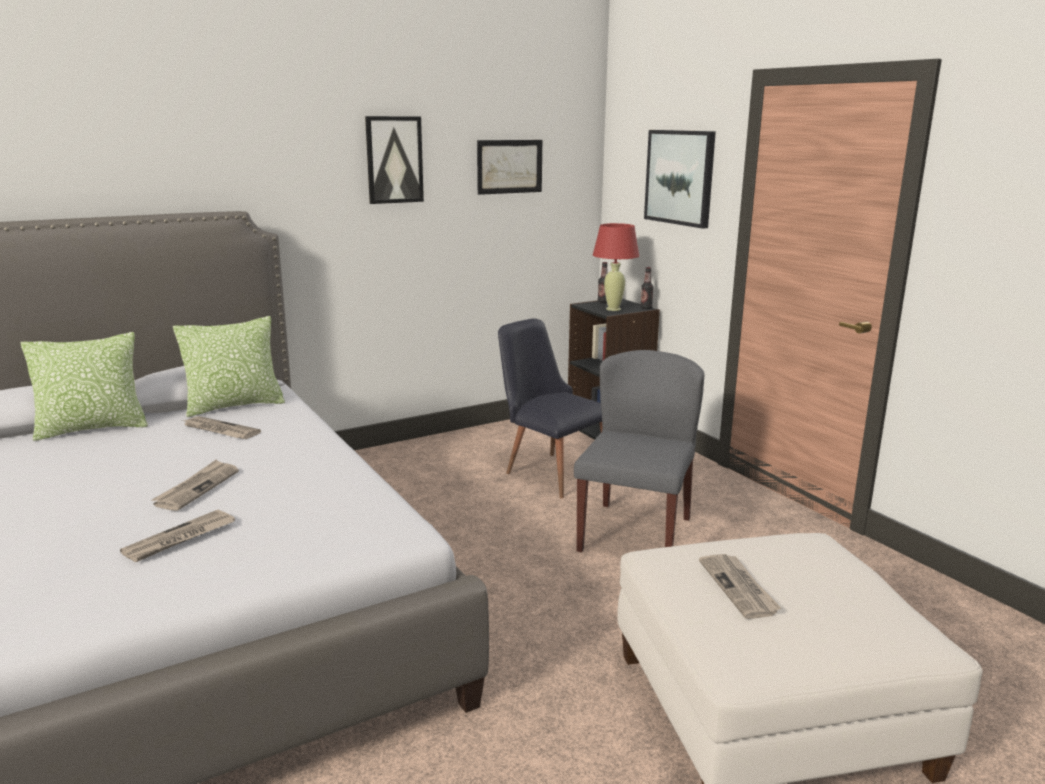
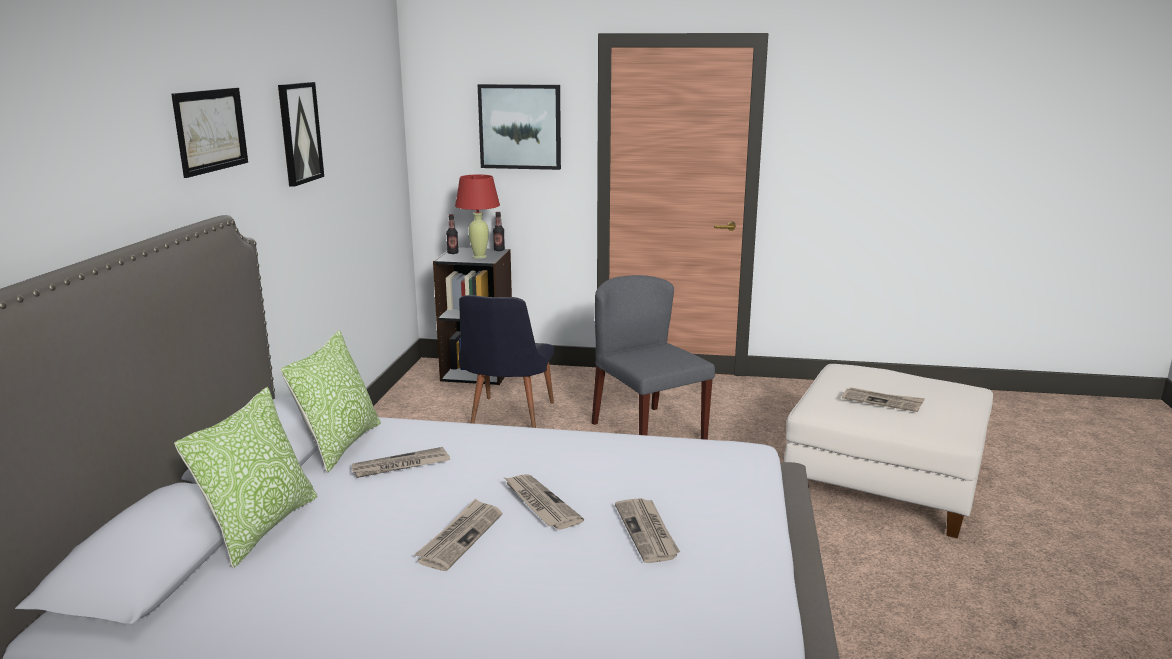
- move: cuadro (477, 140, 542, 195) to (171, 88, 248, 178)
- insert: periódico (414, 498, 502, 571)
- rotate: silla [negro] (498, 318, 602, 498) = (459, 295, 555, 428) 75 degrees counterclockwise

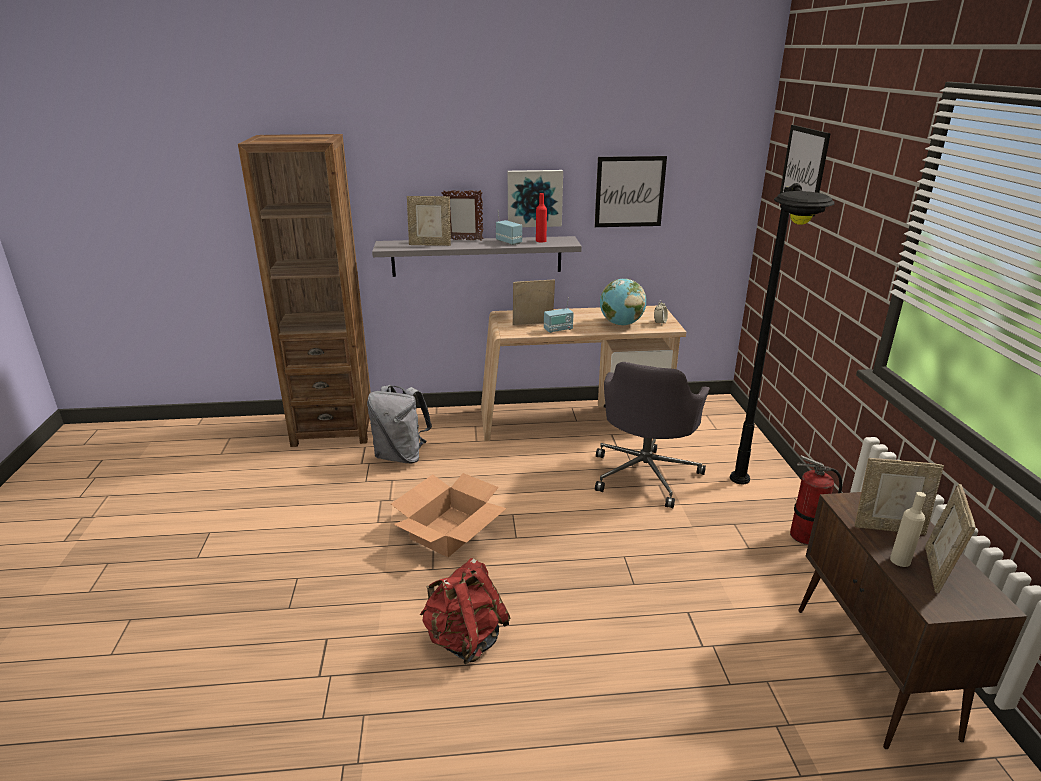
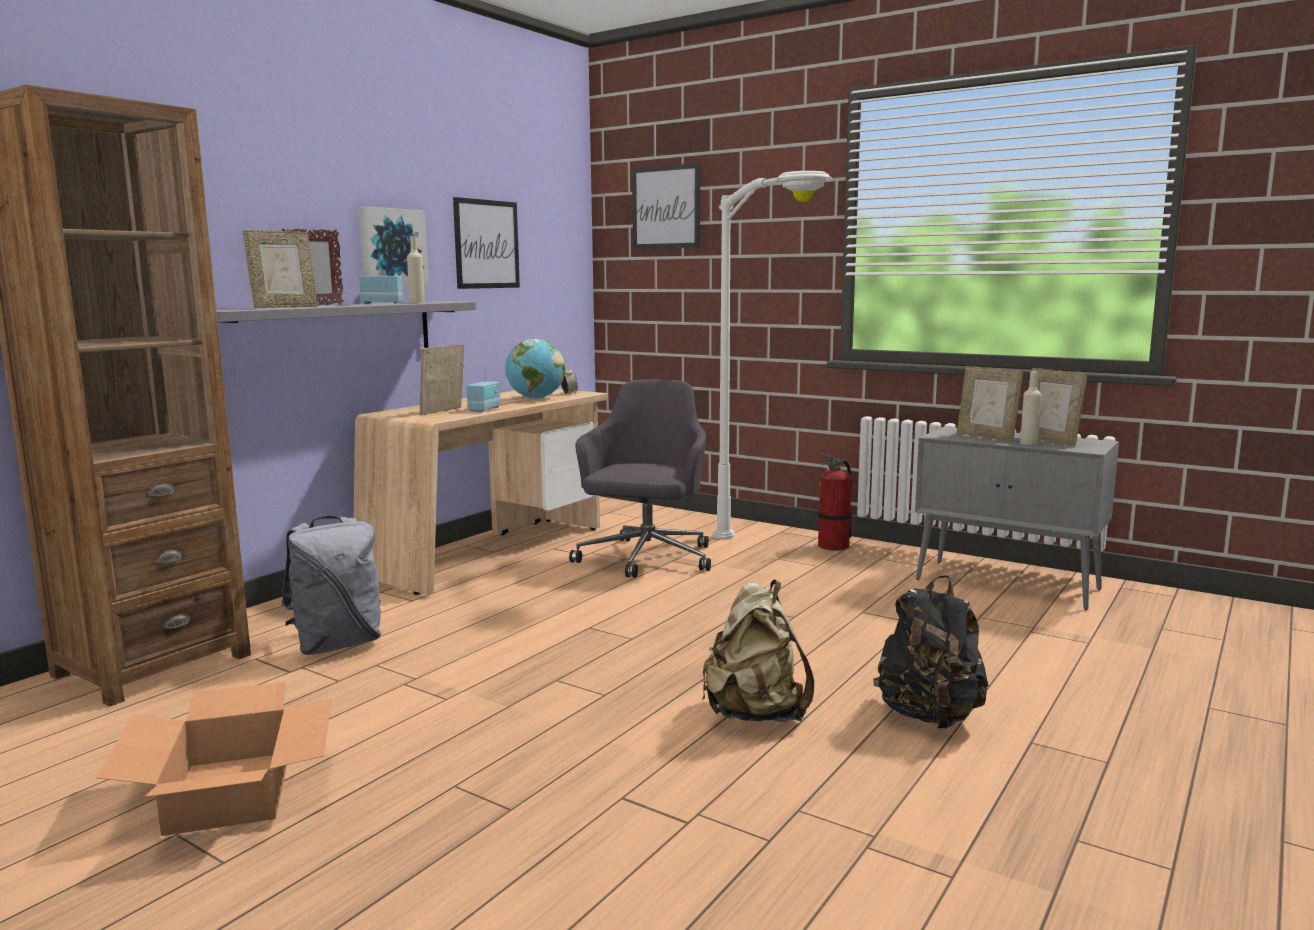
- move: caja de cartón (391, 473, 507, 557) to (96, 682, 332, 836)
- recolor: botella [rojo] (536, 193, 547, 243) to botella [beis] (407, 236, 425, 303)
- rotate: silla de oficina [gris] (595, 362, 710, 508) = (569, 379, 711, 578) 135 degrees counterclockwise
- recolor: mochila [rojo] (420, 558, 510, 664) to mochila [beis] (702, 580, 814, 722)
- recolor: lámpara de pie [negro] (730, 183, 835, 484) to lámpara de pie [blanco] (712, 171, 832, 539)
- insert: mochila [negro] (873, 575, 989, 729)
- recolor: armario [marrón] (798, 492, 1027, 749) to armario [gris] (915, 427, 1119, 610)
- rotate: portarretratos (855, 458, 944, 535) = (957, 366, 1023, 441) 90 degrees clockwise

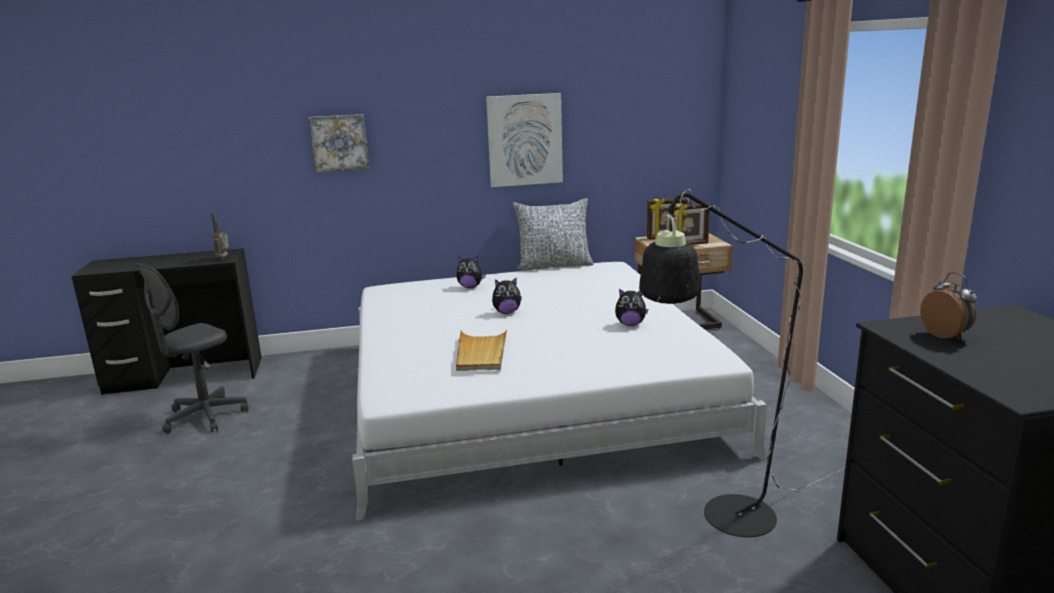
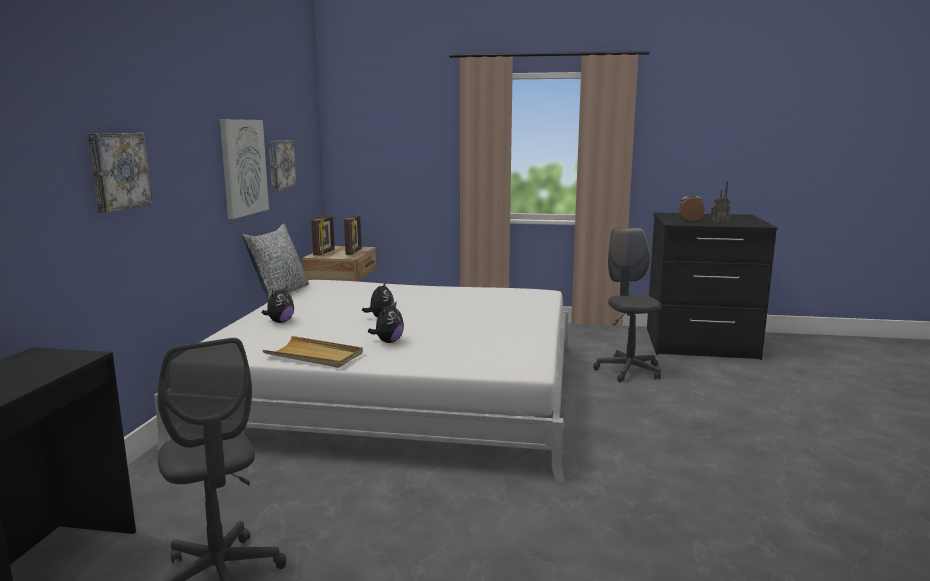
- move: bandeja [beis] (456, 329, 507, 371) to (263, 336, 363, 368)
- insert: cuadro (269, 140, 297, 191)
- move: peluche (615, 289, 648, 326) to (368, 301, 404, 343)
- replace: lámpara de pie [negro] (639, 189, 845, 537) to silla de oficina [gris] (593, 228, 662, 383)
- move: radio (211, 213, 229, 260) to (711, 181, 730, 225)

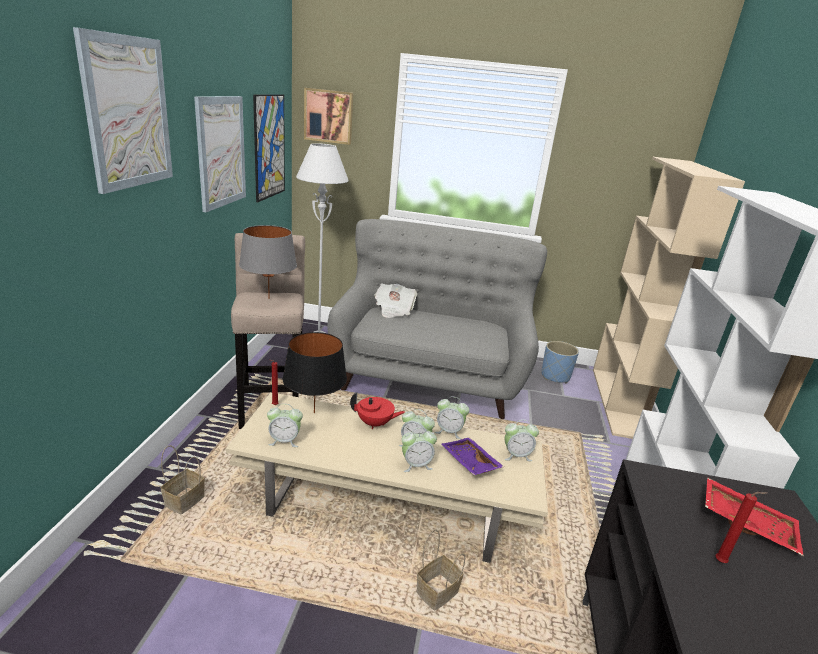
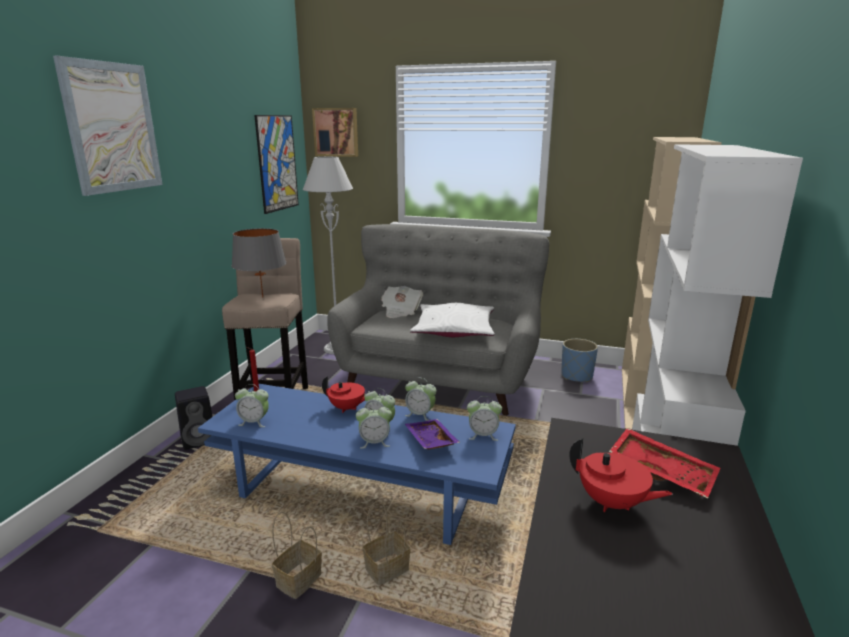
- insert: altavoz [negro] (175, 386, 213, 450)
- recolor: mesa de centro [beis] (226, 392, 548, 563) to mesa de centro [azul] (198, 384, 516, 545)
- move: cesta (161, 445, 205, 514) to (272, 511, 322, 599)
- insert: cojín [blanco] (410, 303, 494, 337)
- replace: vela [rojo] (715, 492, 767, 563) to tetera [rojo] (569, 438, 673, 512)
- delete: cuadro (194, 96, 246, 212)
- delete: lámpara de mesa [negro] (283, 332, 347, 413)

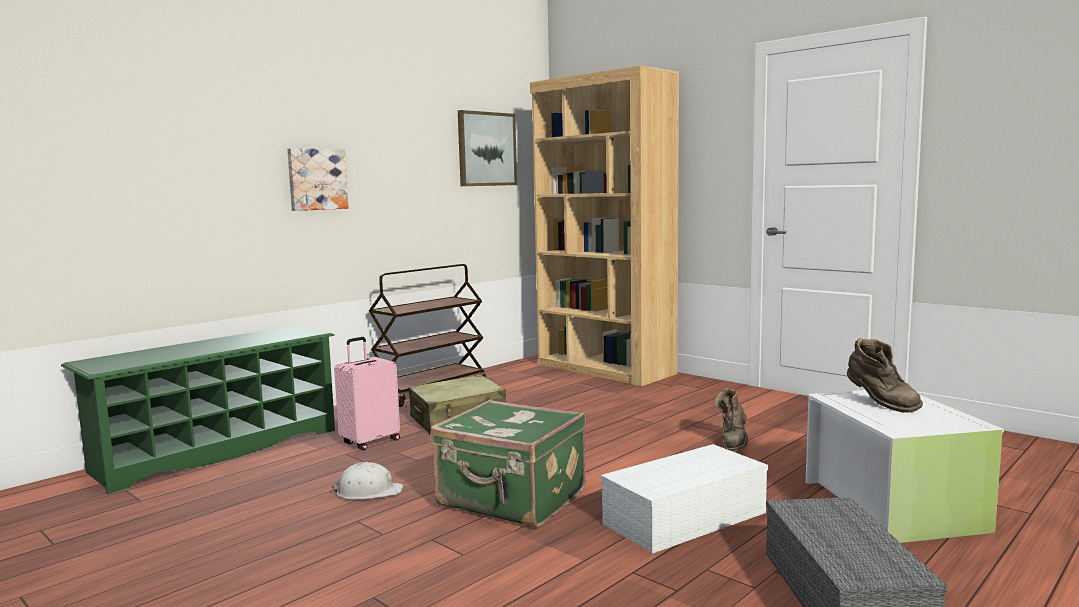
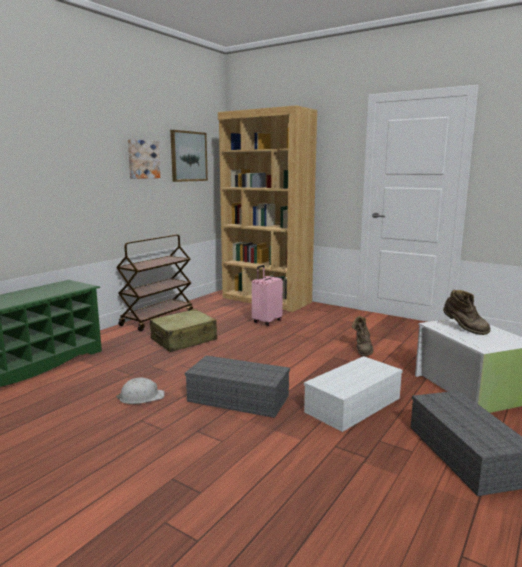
- move: cuadro (287, 148, 348, 211) to (128, 139, 160, 179)
- replace: maleta [verde] (430, 400, 586, 527) to caja de almacenaje [gris] (185, 355, 290, 418)
- move: maleta [rosa] (334, 337, 400, 450) to (252, 265, 283, 326)

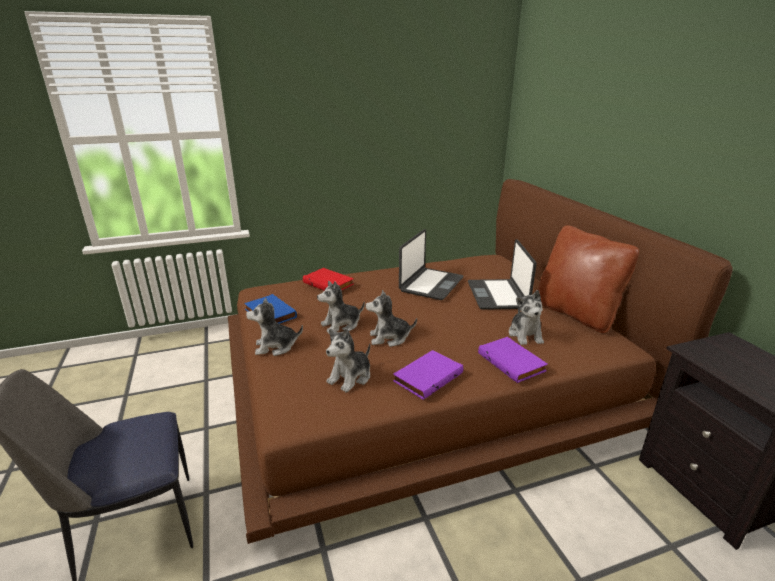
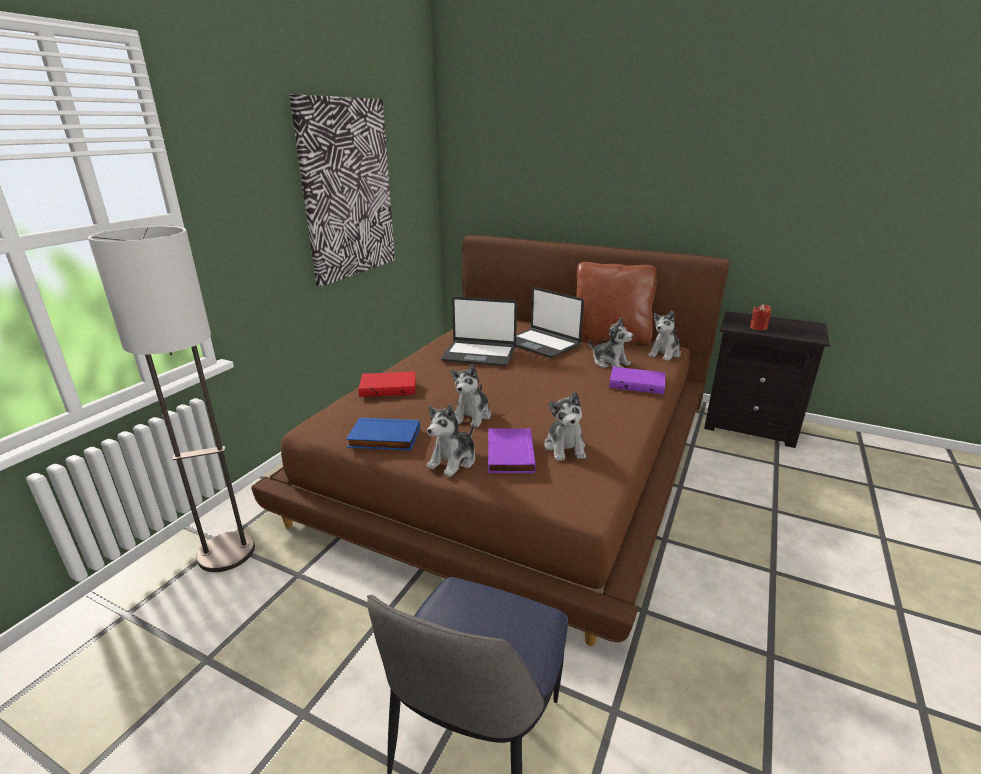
- insert: lámpara de pie (88, 226, 255, 572)
- insert: cuadro (289, 94, 395, 287)
- rotate: portátil (399, 229, 463, 300) = (441, 297, 517, 366) 120 degrees clockwise
- move: libro [morado] (393, 350, 463, 400) to (488, 428, 536, 474)
- move: peluche (365, 290, 417, 347) to (649, 311, 681, 361)
- insert: vela [rojo] (750, 304, 772, 331)

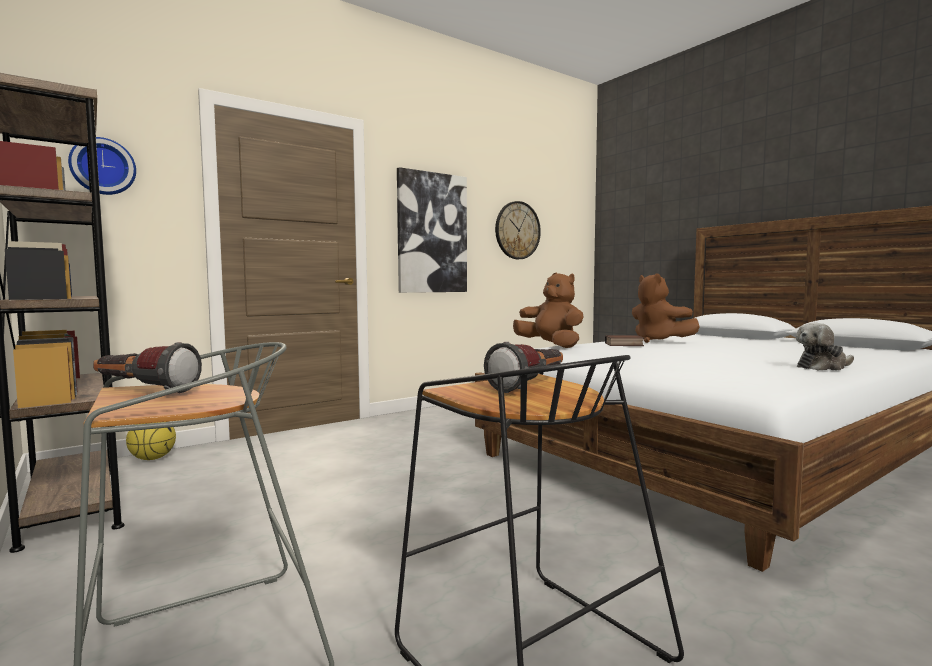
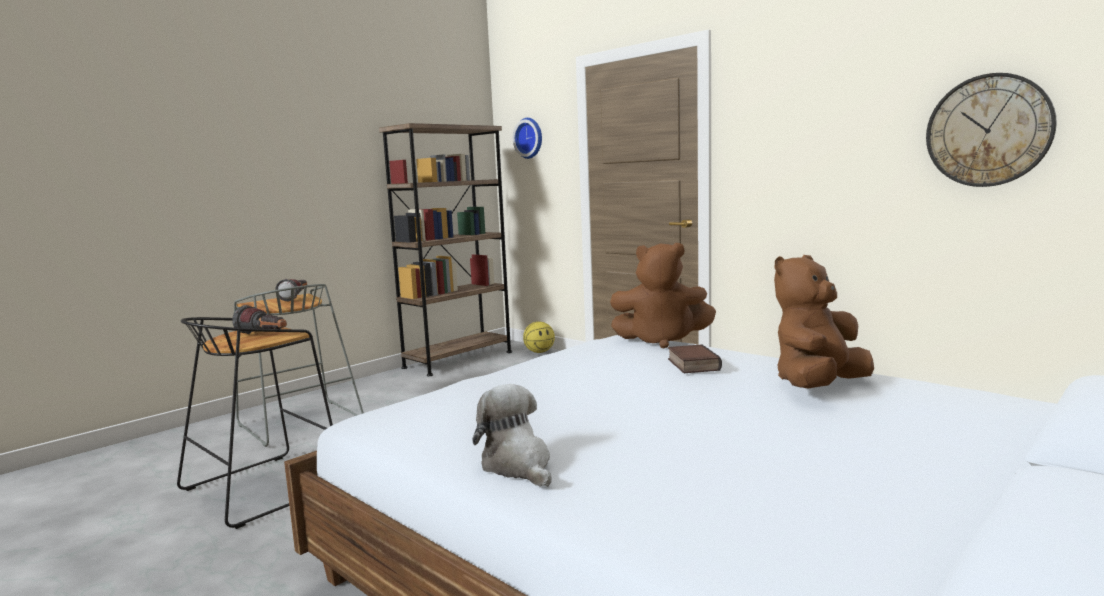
- rotate: peluche [marrón] (513, 273, 584, 348) = (610, 243, 716, 348) 60 degrees clockwise
- delete: cuadro (397, 167, 467, 293)

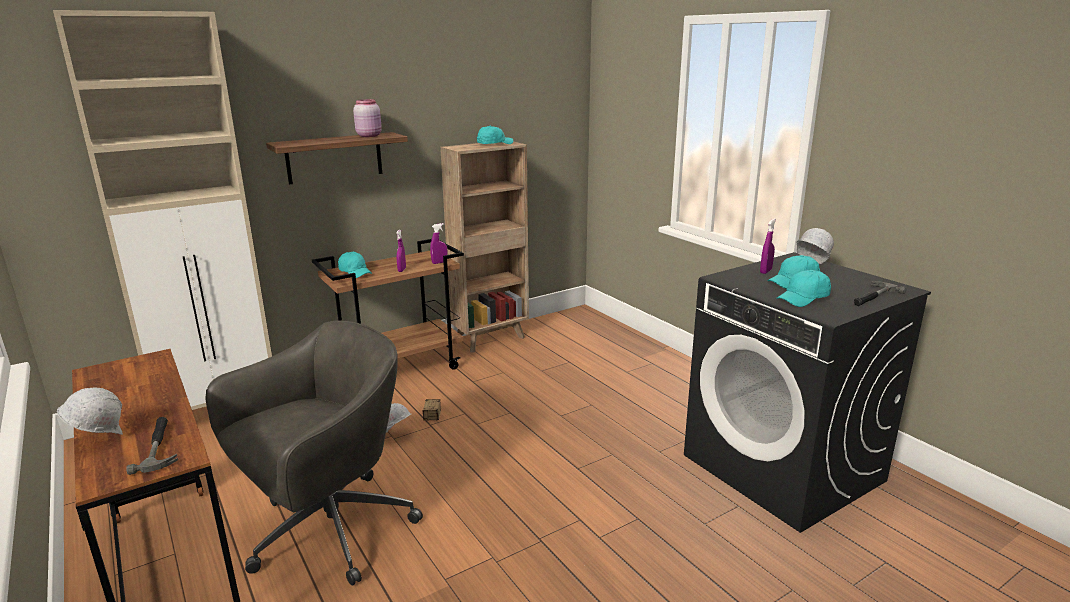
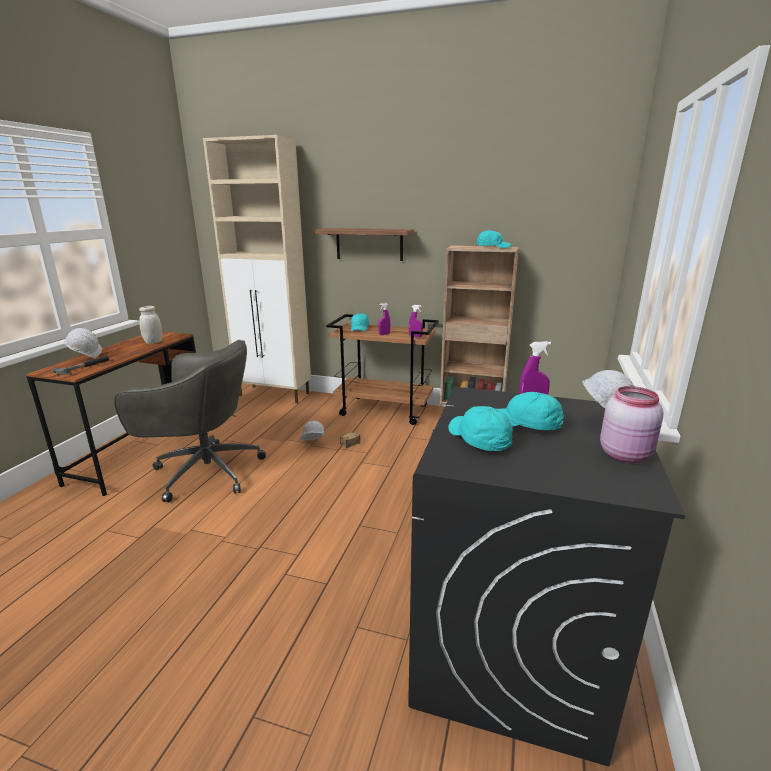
- insert: tarro [blanco] (139, 306, 162, 344)
- rotate: gorra [turquesa] (776, 270, 831, 307) = (448, 406, 513, 451) 45 degrees clockwise
- move: tarro [rosa] (353, 99, 382, 137) to (600, 386, 663, 463)
- delete: martillo (854, 281, 907, 306)

